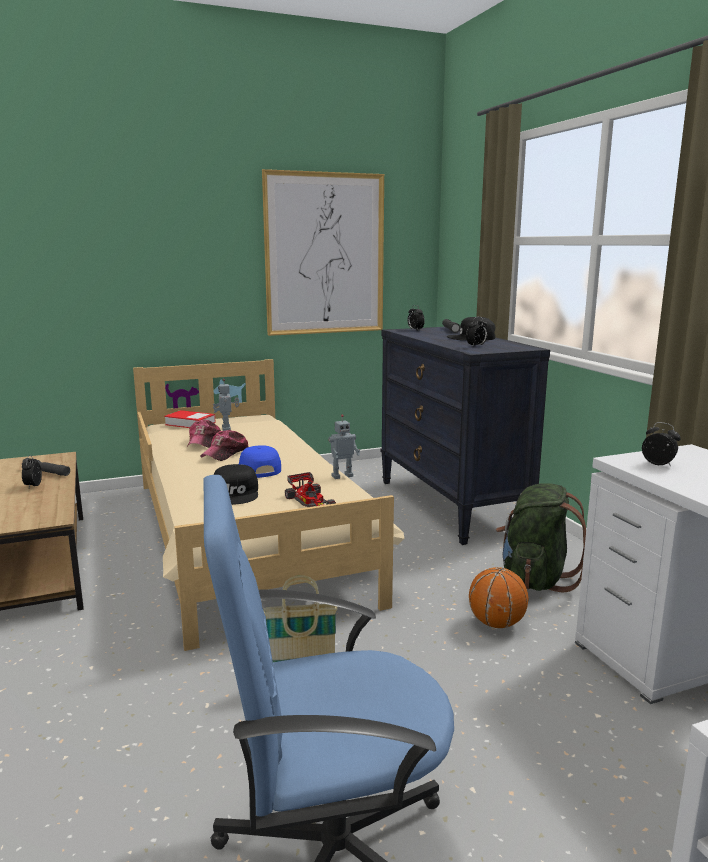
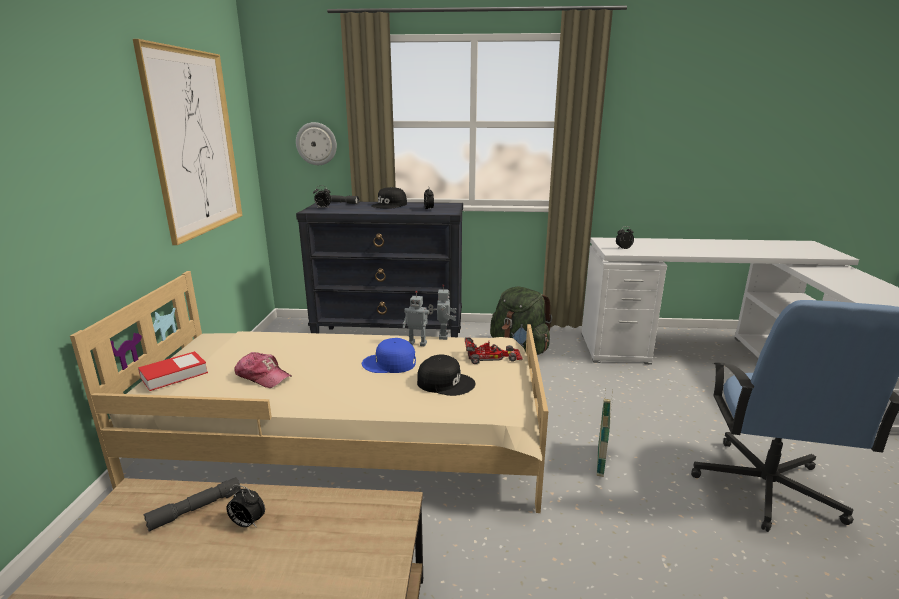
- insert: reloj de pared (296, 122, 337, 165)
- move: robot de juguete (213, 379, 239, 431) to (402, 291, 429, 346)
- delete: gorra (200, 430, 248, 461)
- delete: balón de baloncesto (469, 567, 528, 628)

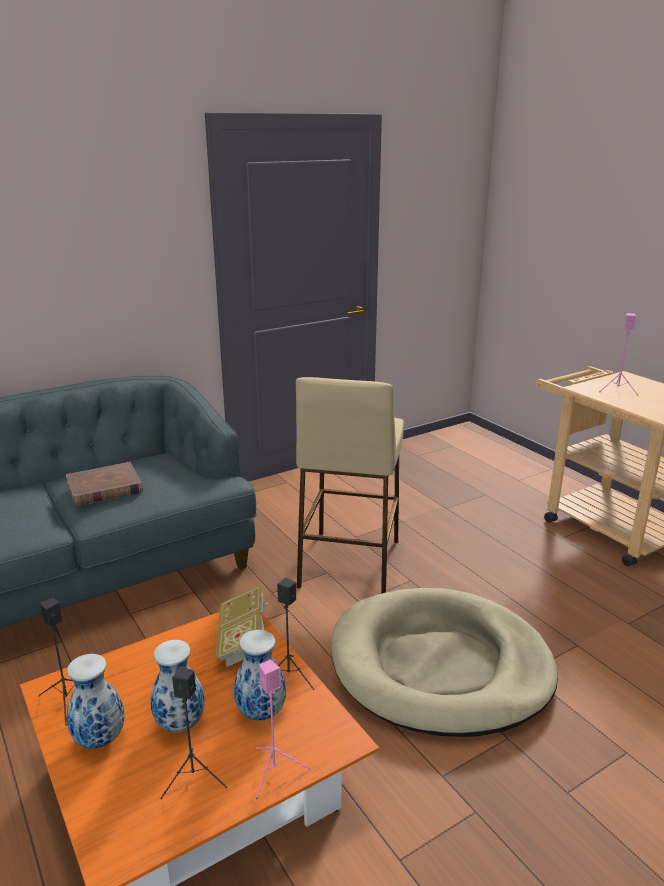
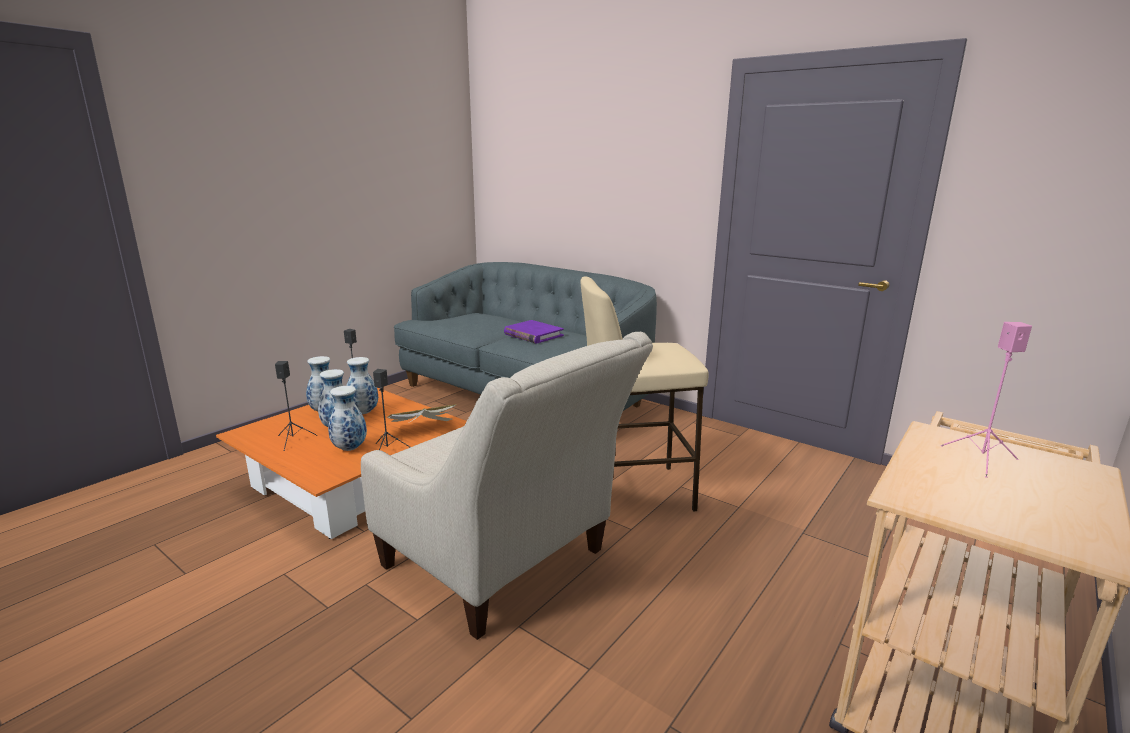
- insert: florero (346, 357, 378, 414)
- replace: cama para perro [beis] (331, 588, 558, 737) to sillón [beis] (361, 332, 653, 640)
- recolor: libro [marrón] (66, 462, 143, 506) to libro [morado] (504, 320, 564, 344)
- delete: altavoz [rosa] (255, 660, 311, 801)

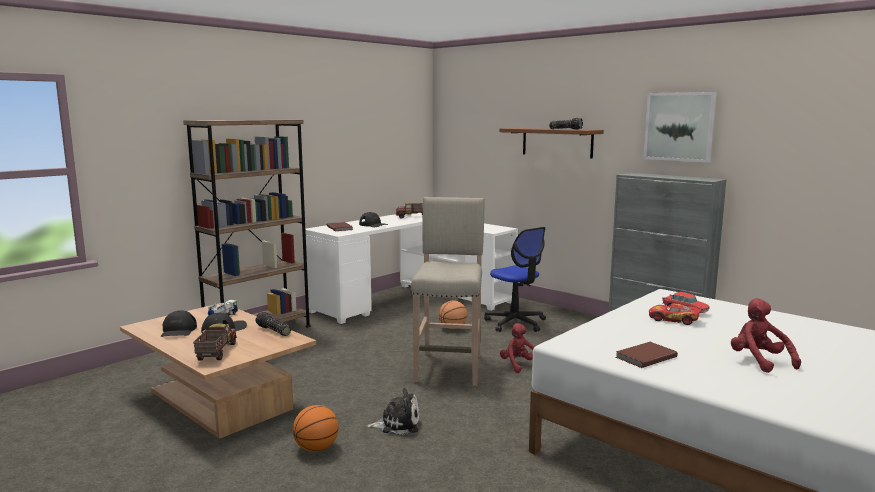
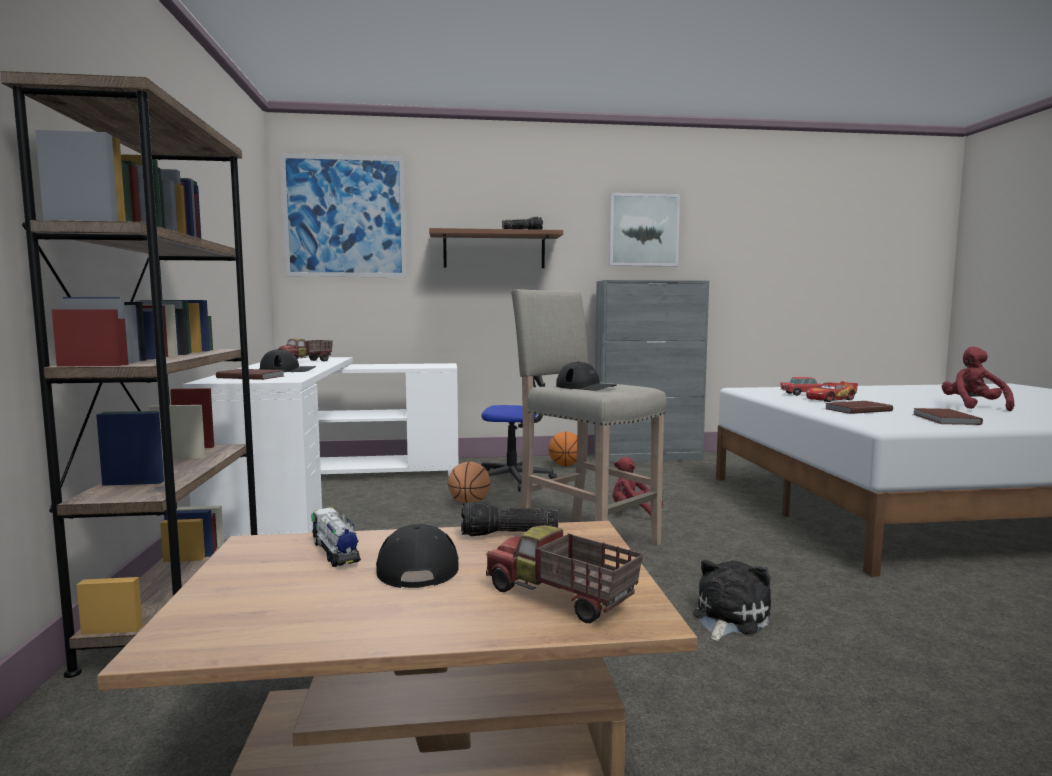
- insert: cuadro (280, 153, 407, 277)
- move: balón de baloncesto (293, 405, 339, 452) to (548, 431, 577, 466)
- move: gorra [negro] (161, 310, 197, 337) to (556, 361, 617, 391)
- insert: libro [marrón] (826, 401, 893, 414)
- rotate: peluche [rojo] (731, 298, 801, 373) = (942, 347, 1015, 411) 75 degrees clockwise

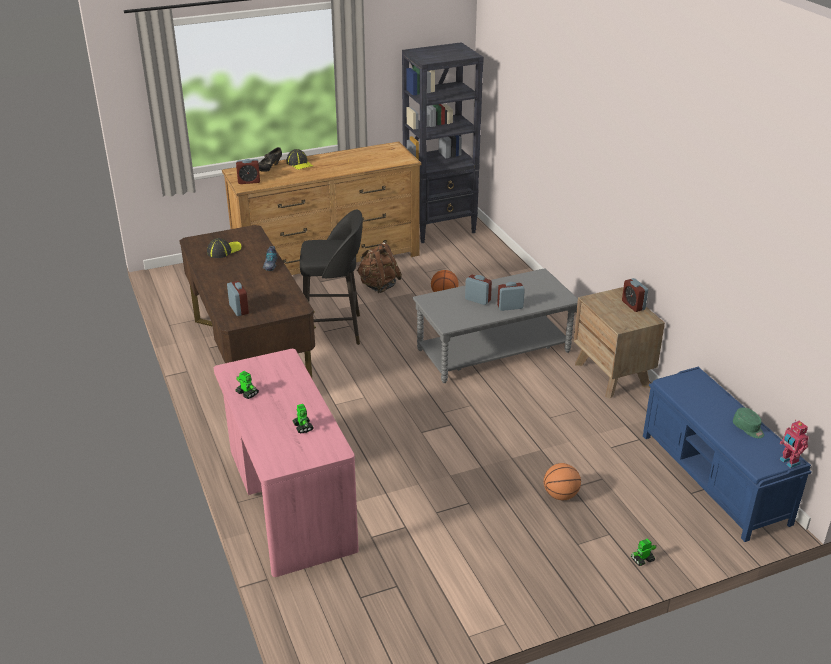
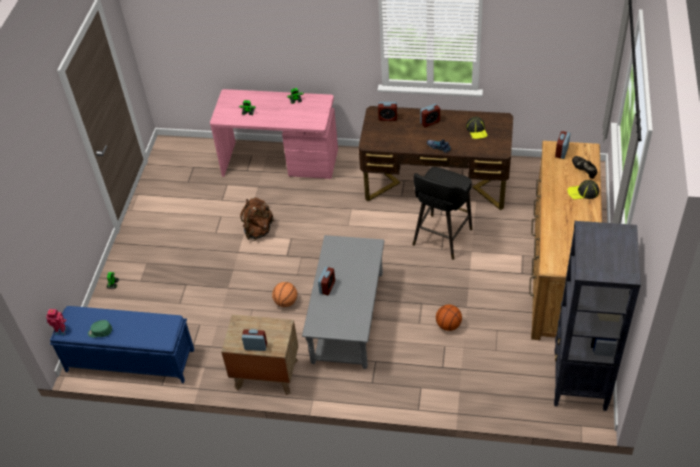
- move: mochila [marrón] (357, 242, 402, 293) to (240, 197, 274, 241)
- move: balón de baloncesto (544, 463, 581, 500) to (272, 282, 297, 307)
- move: despertador (465, 275, 492, 305) to (420, 104, 440, 127)

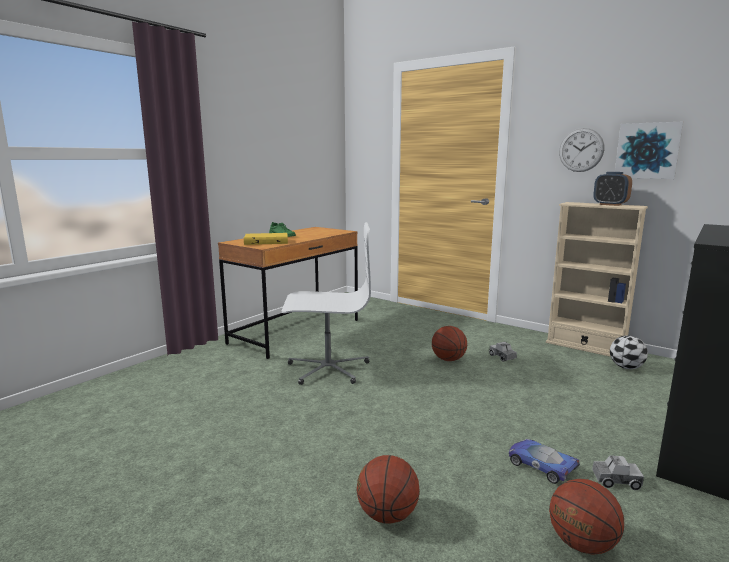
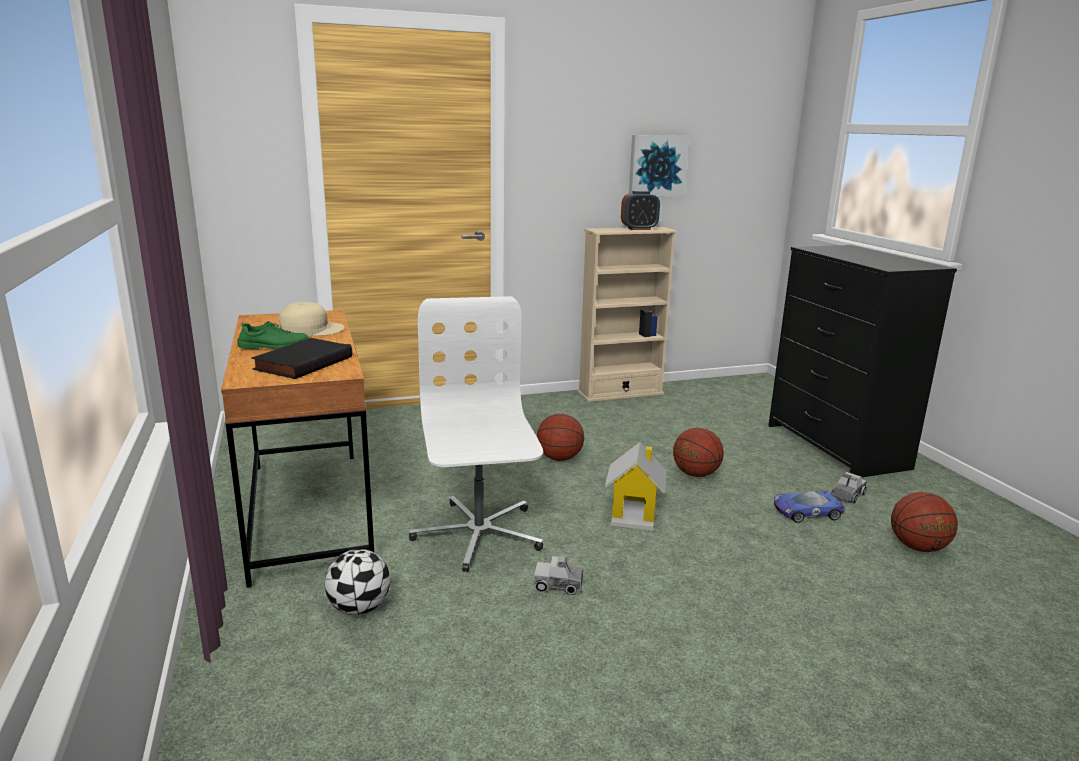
- recolor: libro [amarillo] (244, 233, 288, 245) to libro [negro] (251, 338, 352, 379)
- insert: gorra [beis] (279, 302, 345, 337)
- move: balón de fútbol (610, 335, 648, 369) to (325, 549, 390, 615)
- rotate: silla de oficina [blanco] (282, 222, 371, 385) = (409, 296, 543, 572) 45 degrees counterclockwise
- move: camión de juguete (489, 342, 517, 362) to (534, 556, 583, 595)
- insert: casita (605, 442, 667, 530)
- move: balón de baloncesto (357, 455, 420, 524) to (673, 427, 724, 477)
- delete: reloj de pared (559, 128, 604, 172)

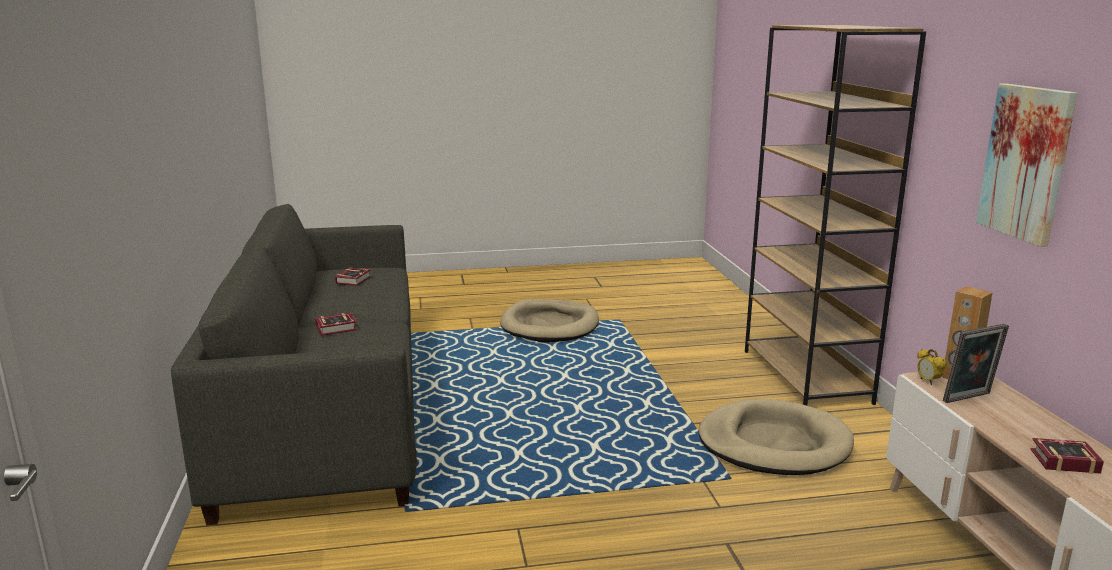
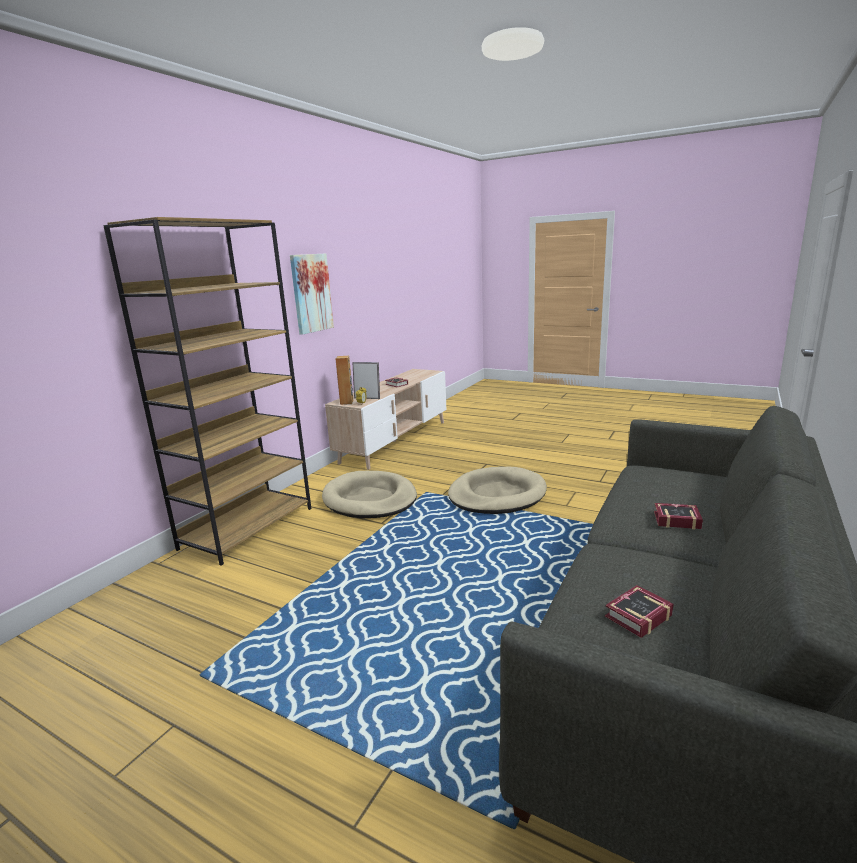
- move: cama para perro [beis] (500, 299, 599, 342) to (448, 467, 547, 514)

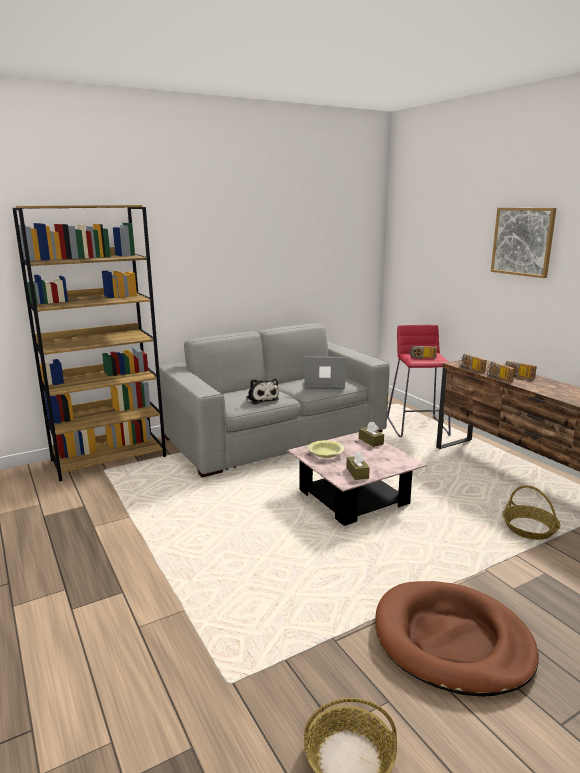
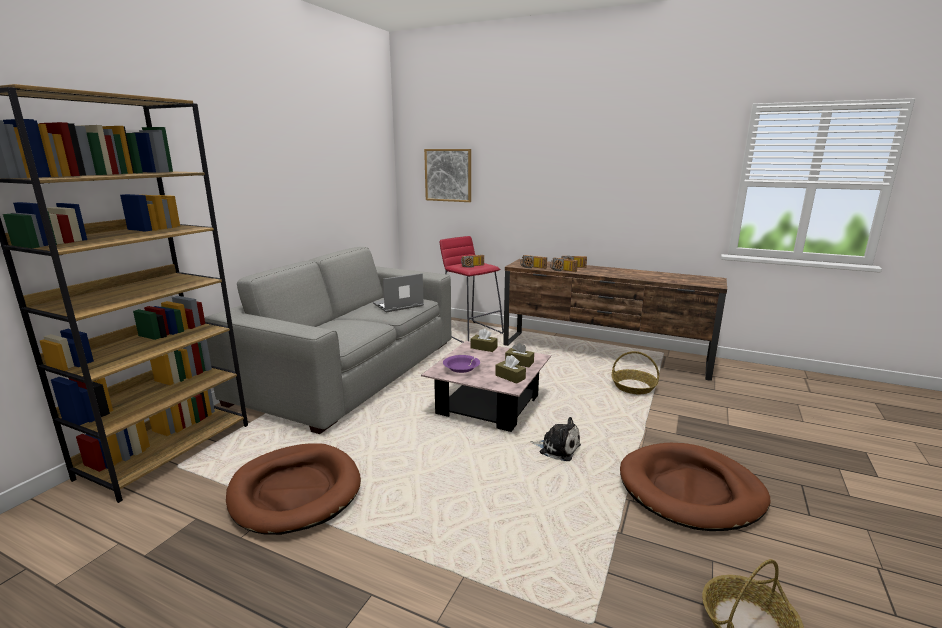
- insert: cama para perro [marrón] (226, 443, 361, 535)
- move: cuadro (491, 208, 557, 278) to (424, 149, 471, 202)
- recolor: cuenco [amarillo] (308, 440, 344, 458) to cuenco [morado] (443, 355, 480, 373)
- insert: caja de pañuelos [marrón] (505, 342, 534, 367)
- move: peluche (246, 378, 279, 405) to (531, 417, 581, 461)

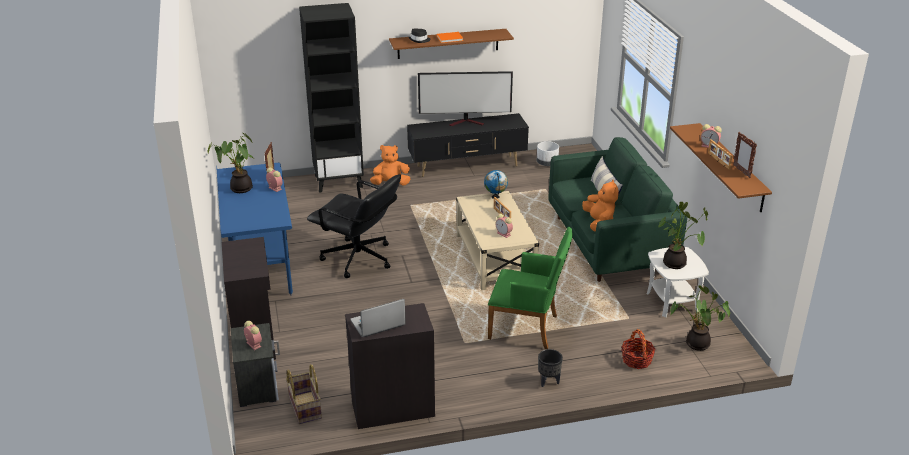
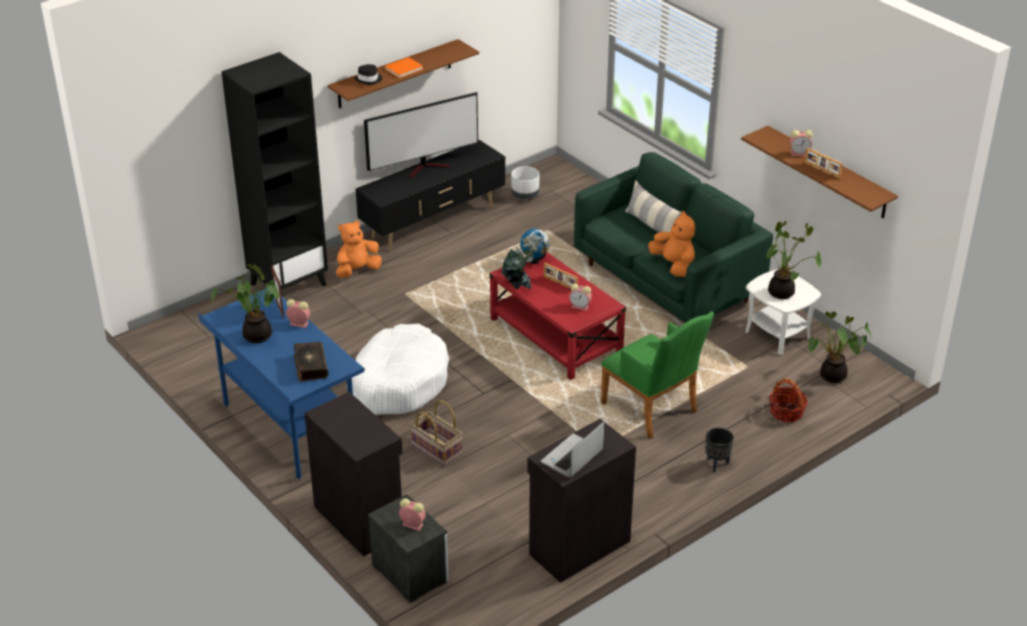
- insert: libro (294, 342, 329, 381)
- replace: silla de oficina [negro] (307, 174, 401, 278) to cama para perro [blanco] (352, 324, 449, 415)
- move: cesta (286, 364, 322, 424) to (410, 400, 462, 466)
- recolor: mesa de centro [beis] (456, 191, 539, 290) to mesa de centro [rojo] (489, 252, 626, 380)
- insert: planta en maceta (502, 233, 544, 289)
- rotate: sillón [verde] (488, 227, 573, 349) = (601, 311, 714, 439) 60 degrees clockwise
- delete: portarretratos (733, 132, 757, 178)

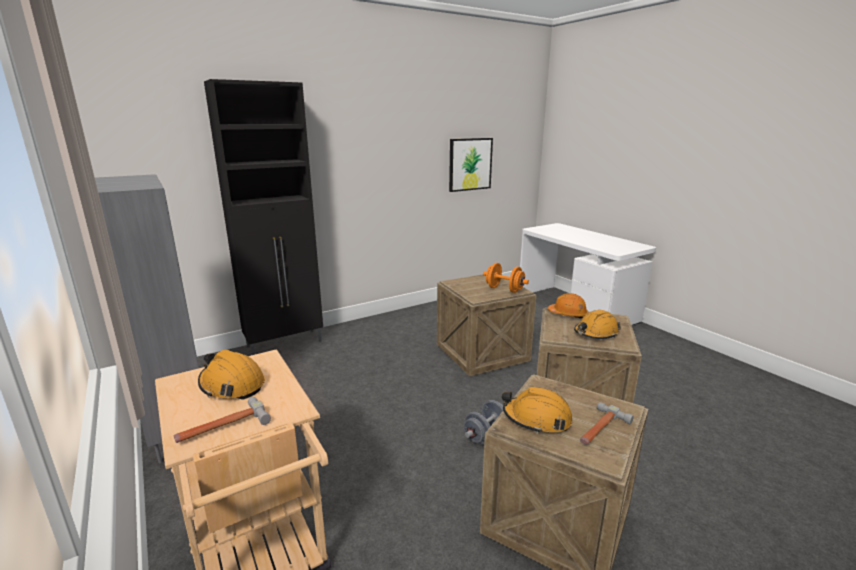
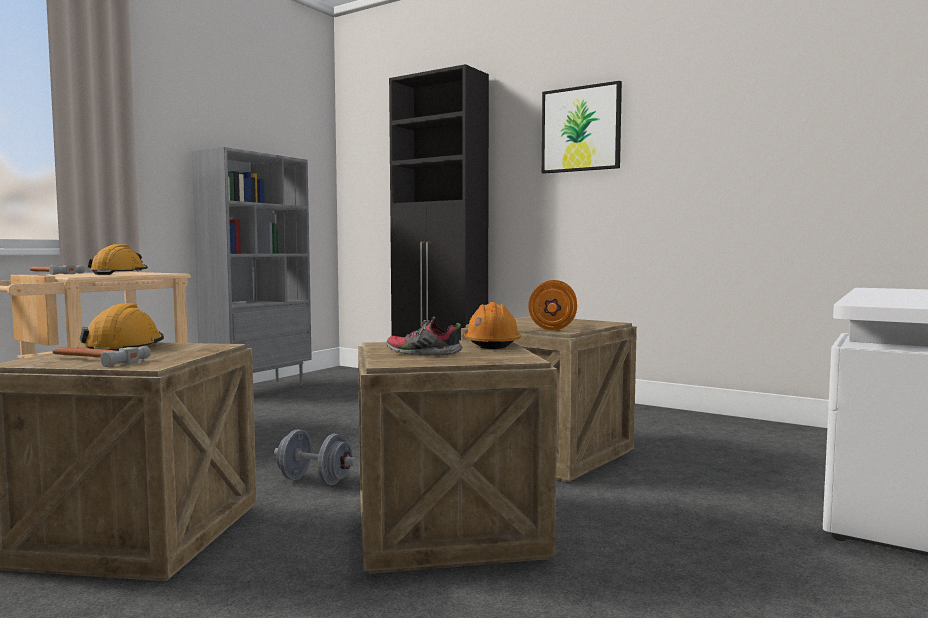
- replace: casco [naranja] (574, 310, 621, 339) to zapato (386, 317, 462, 356)
- move: cuadro (449, 138, 493, 192) to (542, 81, 622, 174)

